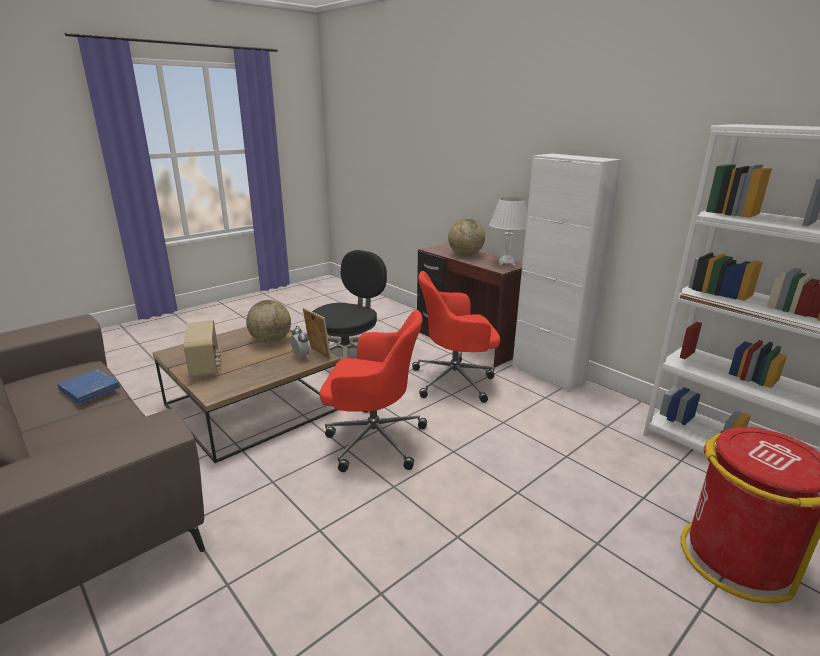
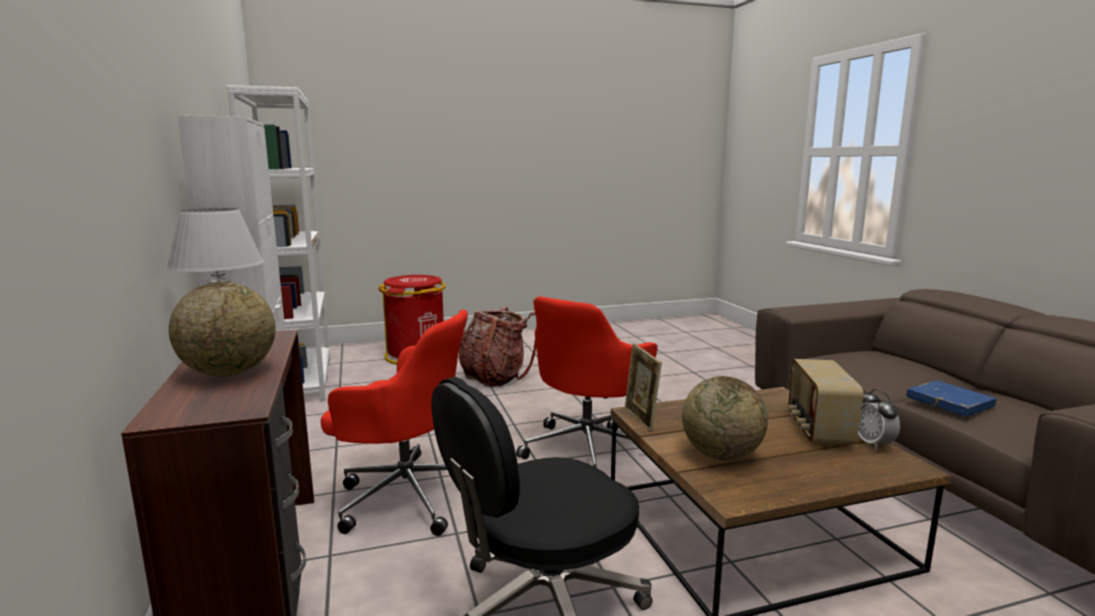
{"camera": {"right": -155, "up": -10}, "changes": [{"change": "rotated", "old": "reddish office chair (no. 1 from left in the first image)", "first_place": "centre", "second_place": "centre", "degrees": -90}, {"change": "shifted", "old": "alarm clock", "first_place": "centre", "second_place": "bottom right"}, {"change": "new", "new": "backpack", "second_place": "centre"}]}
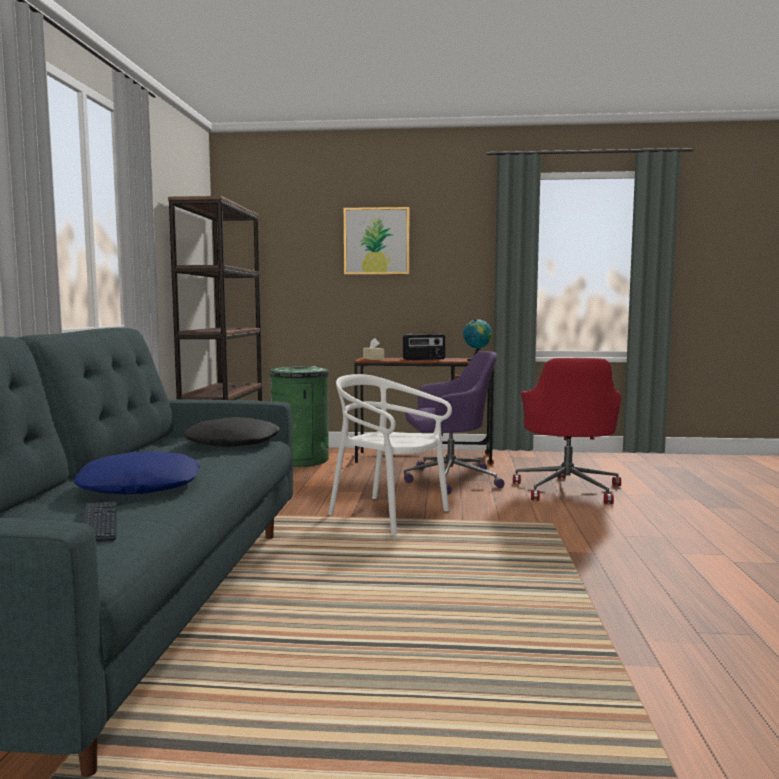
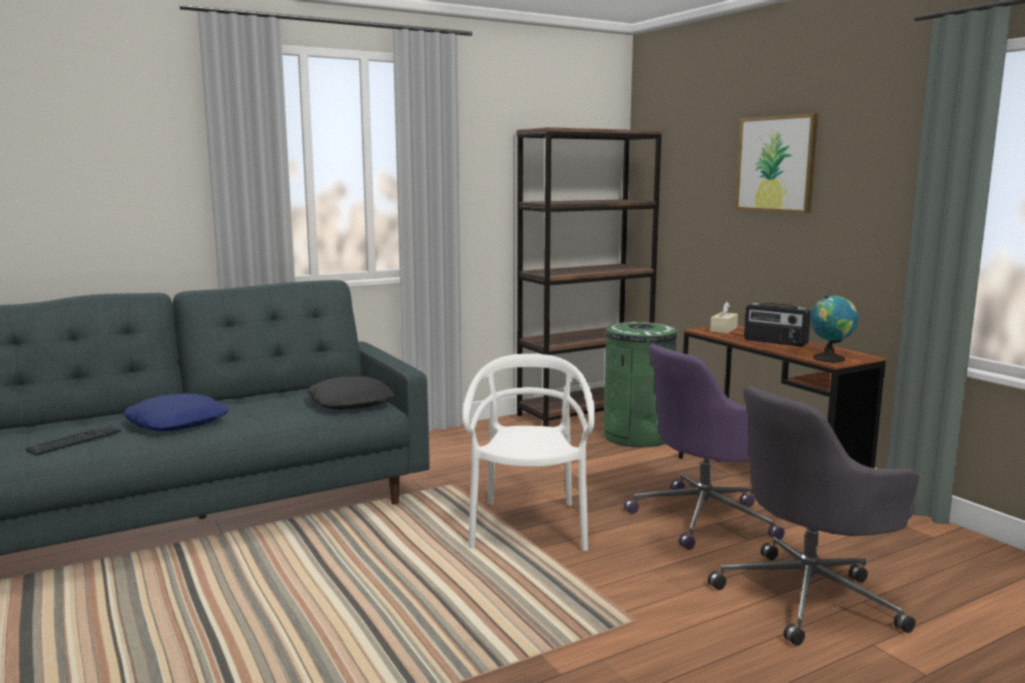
{"camera": {"right": 55, "up": 5}, "changes": [{"change": "rotated", "old": "purple-coloured office chair", "first_place": "centre", "second_place": "middle right", "degrees": 105}, {"change": "repainted", "old": "reddish office chair", "new": "grey office chair", "first_place": "middle right", "second_place": "bottom right"}]}
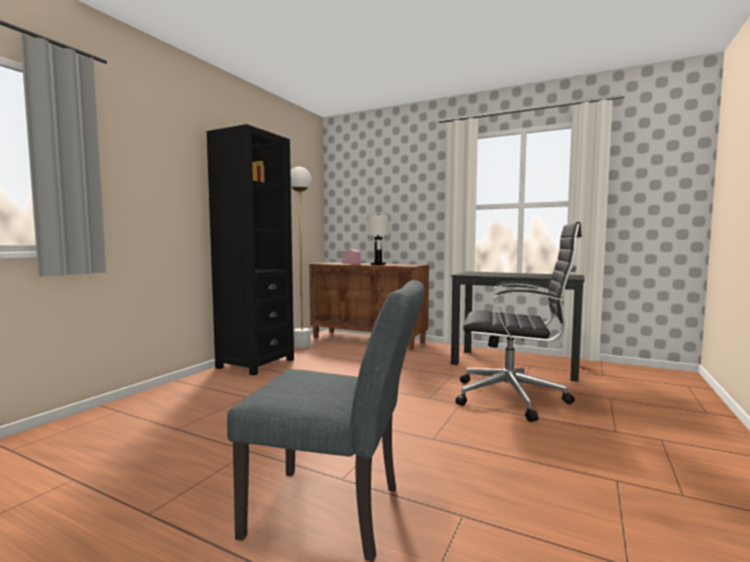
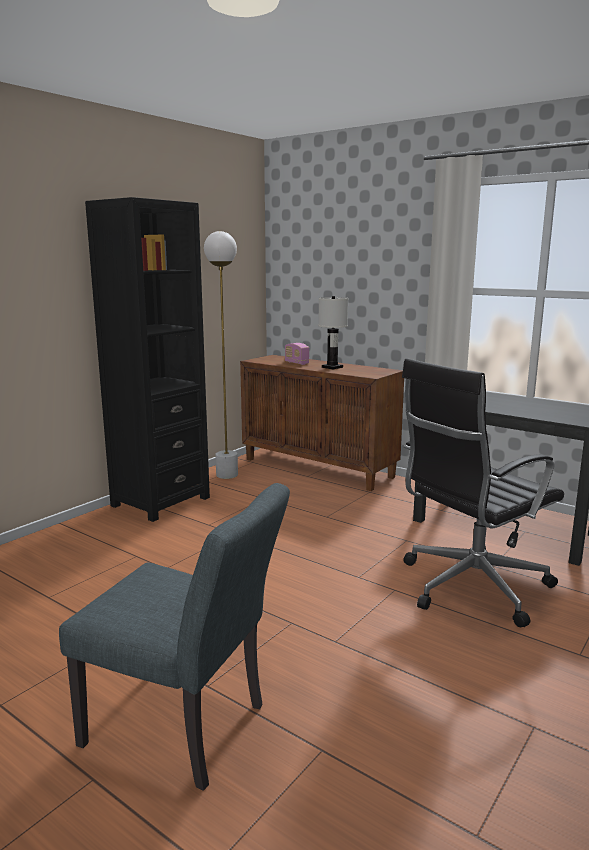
{"camera": {"right": 10, "up": 10}, "changes": [{"change": "rotated", "old": "black office chair", "first_place": "middle right", "second_place": "middle right", "degrees": 120}]}
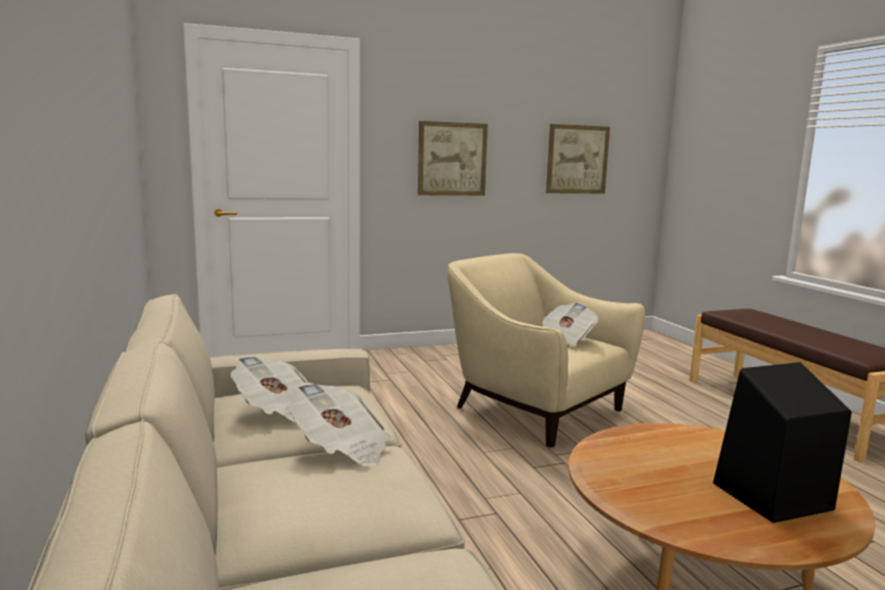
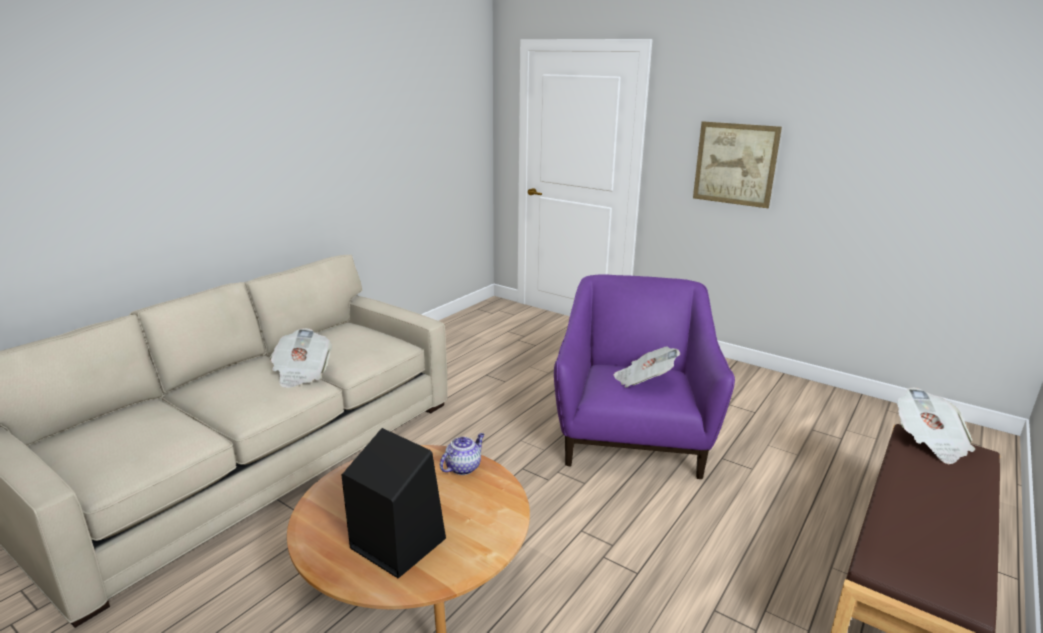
{"camera": {"right": 55, "up": 10}, "changes": [{"change": "gone", "old": "wall picture (no. 2 from left)", "first_place": "top centre"}, {"change": "repainted", "old": "sand-coloured armchair", "new": "purple-coloured armchair", "first_place": "centre", "second_place": "centre"}, {"change": "shifted", "old": "newspaper (no. 1 from left in the first image)", "new": "newspaper (no. 3 from left)", "first_place": "middle left", "second_place": "bottom right"}, {"change": "new", "new": "teapot", "second_place": "bottom centre"}]}
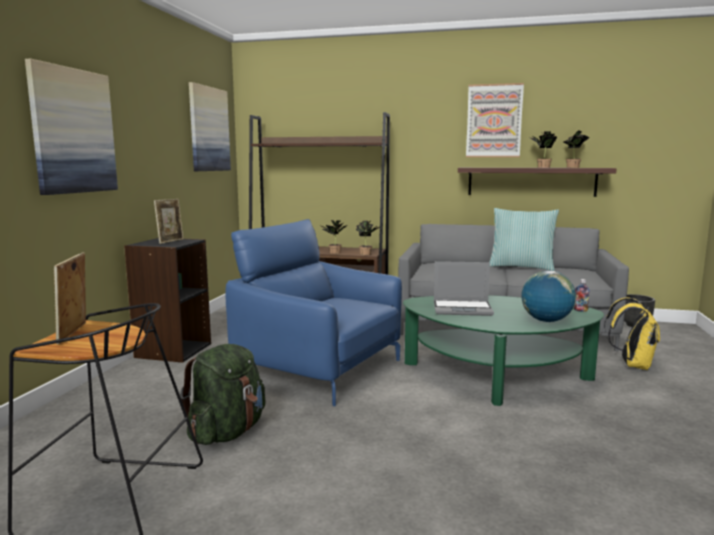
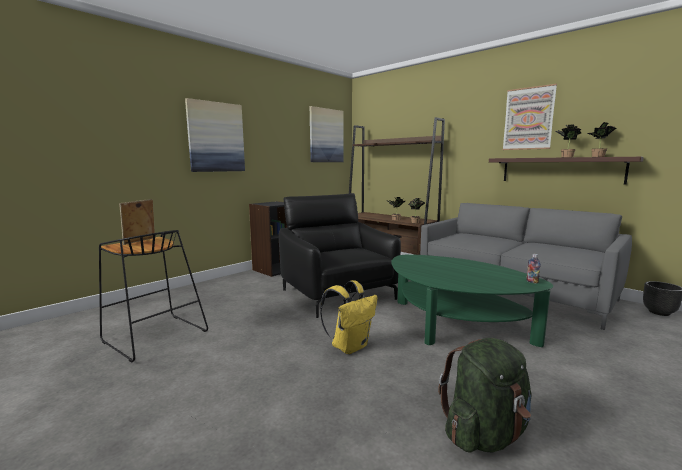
{"camera": {"right": 30, "up": 0}, "changes": [{"change": "gone", "old": "photo frame (no. 2 from left)", "first_place": "middle left"}, {"change": "gone", "old": "cushion", "first_place": "middle right"}, {"change": "repainted", "old": "blue armchair", "new": "black armchair", "first_place": "centre", "second_place": "centre"}, {"change": "gone", "old": "laptop", "first_place": "centre"}, {"change": "gone", "old": "desk globe", "first_place": "middle right"}, {"change": "shifted", "old": "yellow backpack", "first_place": "middle right", "second_place": "bottom centre"}, {"change": "shifted", "old": "green-coloured backpack", "first_place": "bottom left", "second_place": "bottom right"}]}
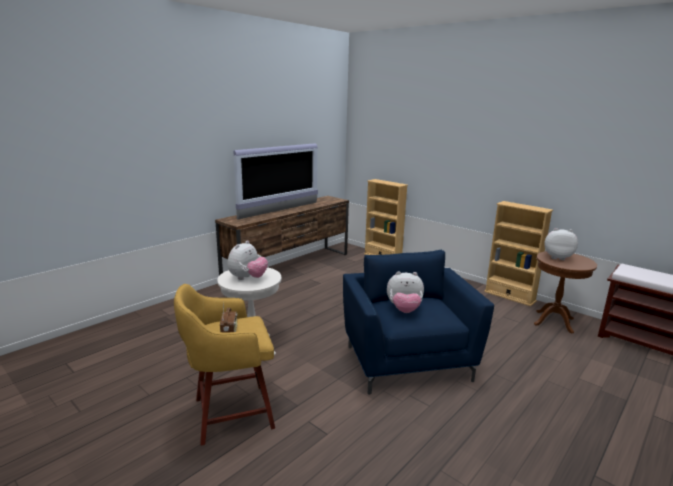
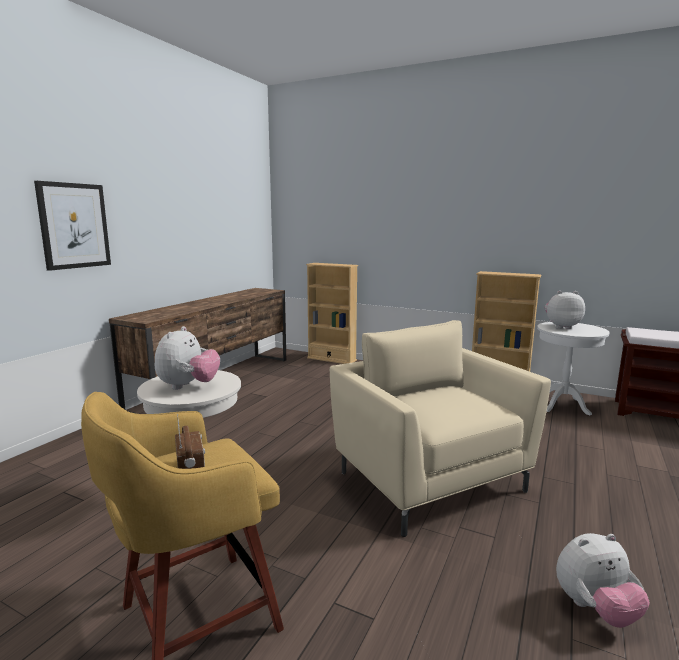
{"camera": {"right": -15, "up": -5}, "changes": [{"change": "gone", "old": "TV", "first_place": "centre"}, {"change": "repainted", "old": "blue armchair", "new": "sand-coloured armchair", "first_place": "centre", "second_place": "centre"}, {"change": "repainted", "old": "brown-coloured accent table", "new": "white accent table (no. 2 from left)", "first_place": "middle right", "second_place": "middle right"}, {"change": "shifted", "old": "soft toy (no. 2 from left in the first image)", "new": "soft toy (no. 3 from left)", "first_place": "centre", "second_place": "bottom right"}, {"change": "new", "new": "wall picture", "second_place": "middle left"}]}
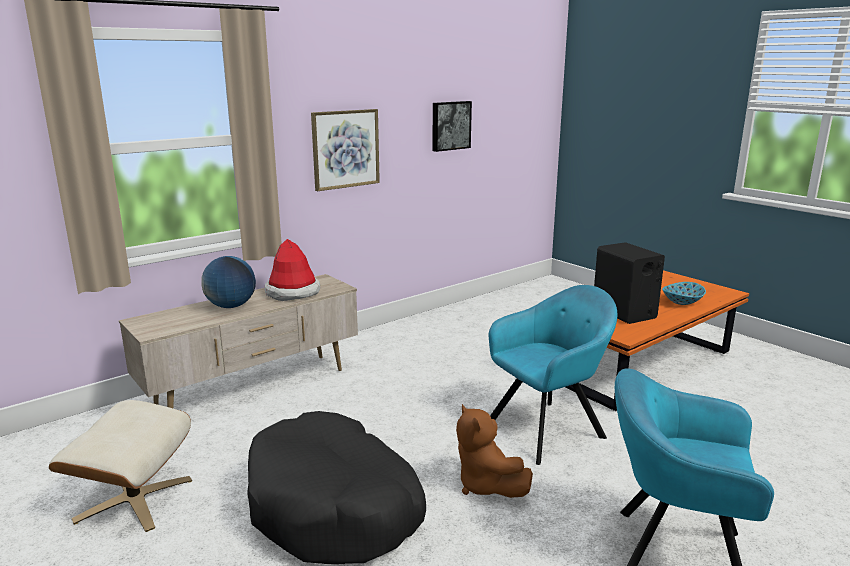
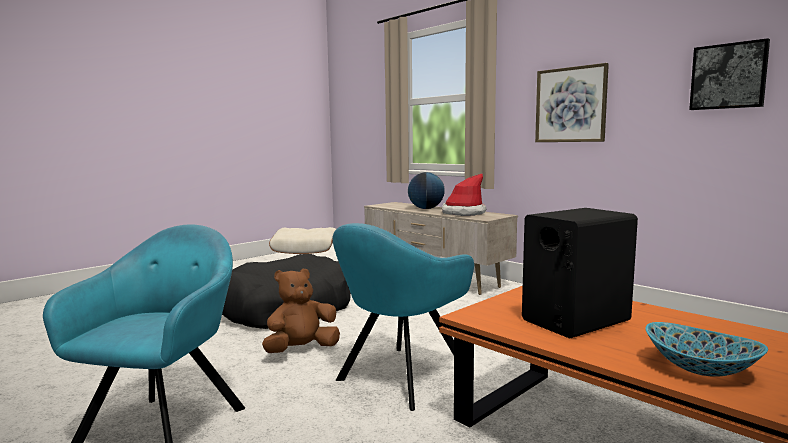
{"camera": {"right": 85, "up": -10}, "changes": [{"change": "rotated", "old": "turquoise armchair (no. 1 from left in the first image)", "first_place": "centre", "second_place": "bottom centre", "degrees": 75}]}
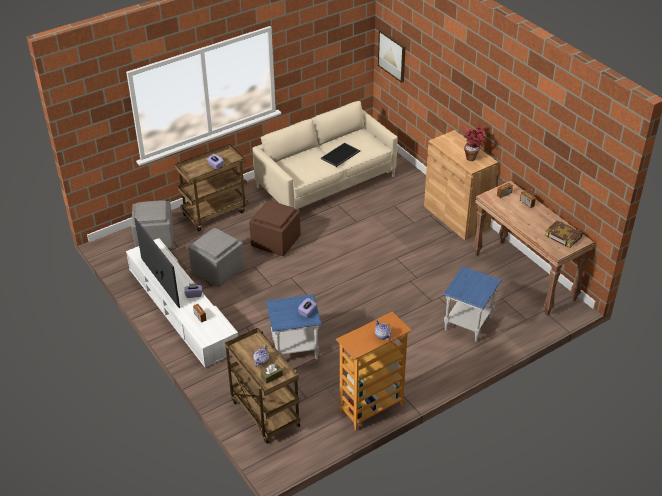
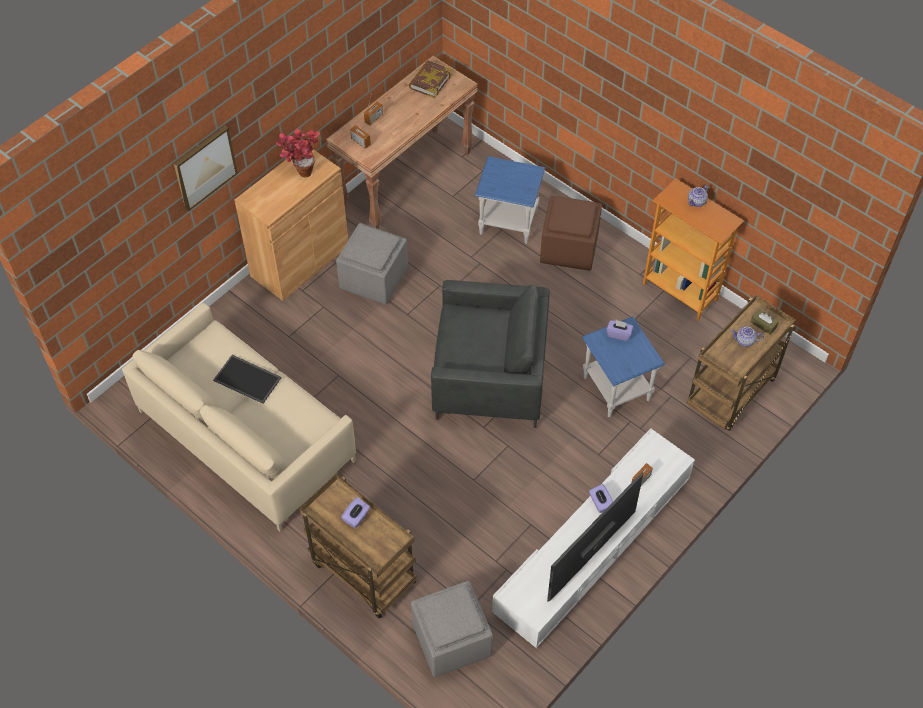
{"camera": {"right": -105, "up": 15}, "changes": [{"change": "shifted", "old": "wall picture", "first_place": "top centre", "second_place": "top left"}, {"change": "shifted", "old": "brown-coloured ottoman", "first_place": "centre", "second_place": "top centre"}, {"change": "shifted", "old": "grey ottoman (no. 2 from left in the first image)", "new": "grey ottoman (no. 1 from left)", "first_place": "middle left", "second_place": "centre"}, {"change": "new", "new": "grey armchair", "second_place": "centre"}]}
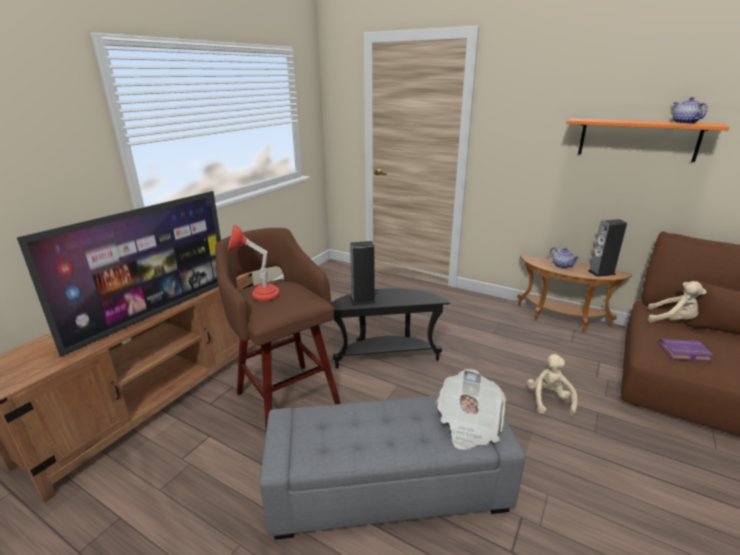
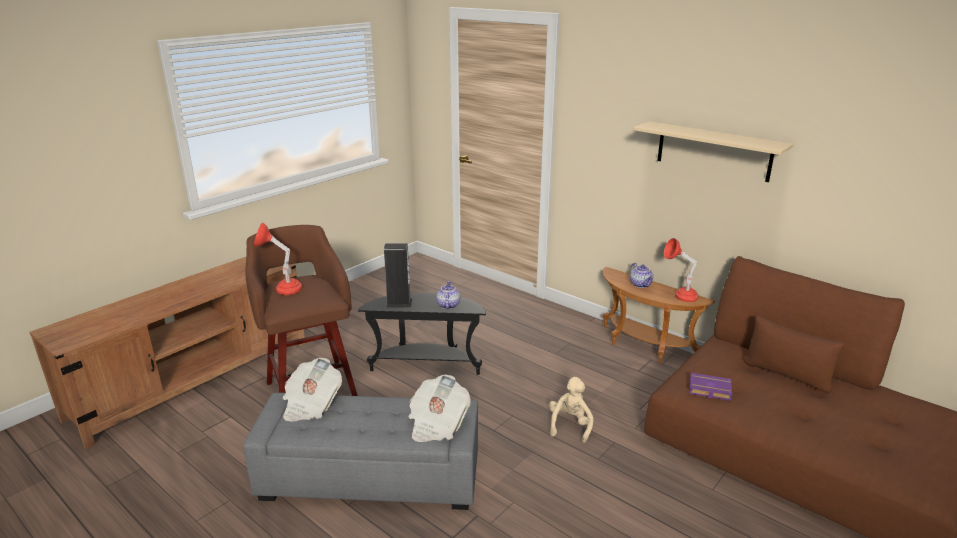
{"camera": {"right": 10, "up": 0}, "changes": [{"change": "shifted", "old": "teapot (no. 2 from left in the first image)", "new": "teapot (no. 1 from left)", "first_place": "top right", "second_place": "centre"}, {"change": "repainted", "old": "orangey bracket shelf", "new": "sand-coloured bracket shelf", "first_place": "top right", "second_place": "top right"}, {"change": "gone", "old": "TV", "first_place": "middle left"}, {"change": "swapped", "old": "speaker (no. 2 from left)", "new": "reddish table lamp (no. 2 from left)", "first_place": "middle right", "second_place": "middle right"}, {"change": "gone", "old": "sand-coloured soft toy (no. 2 from left)", "first_place": "middle right"}, {"change": "new", "new": "newspaper (no. 1 from left)", "second_place": "bottom left"}]}
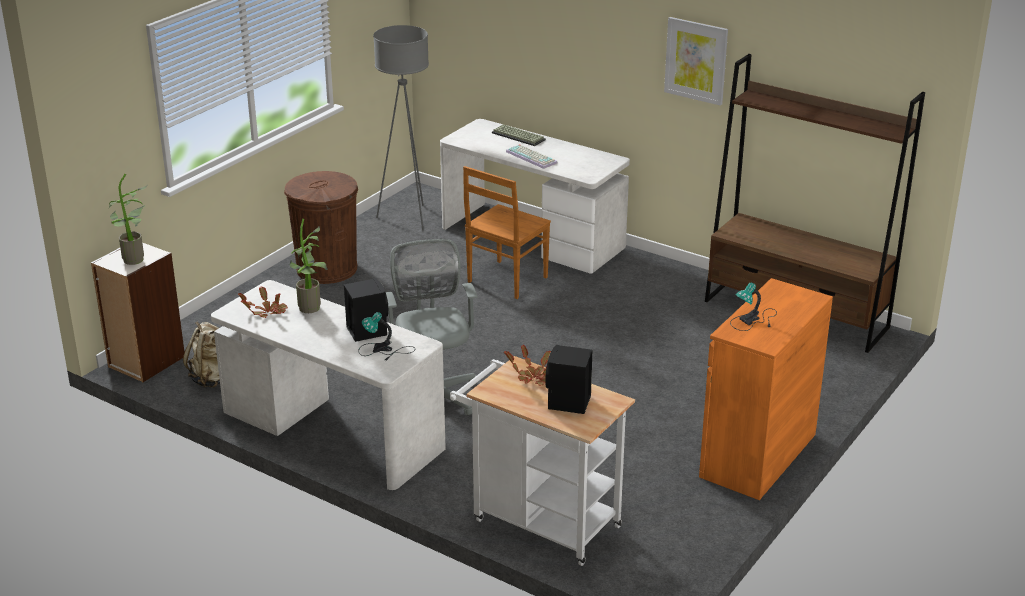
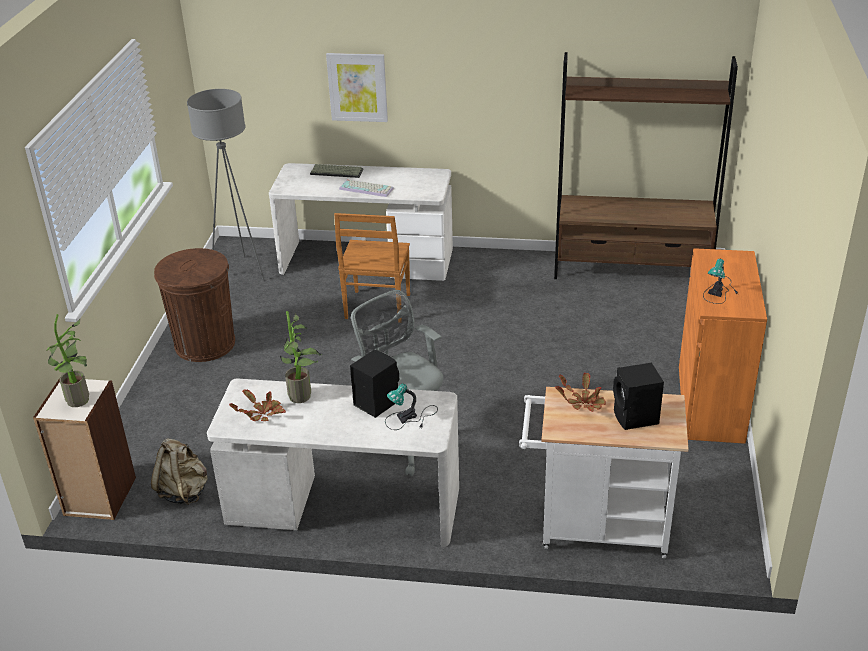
{"camera": {"right": -25, "up": 5}, "changes": [{"change": "shifted", "old": "wall picture", "first_place": "top right", "second_place": "top centre"}]}
